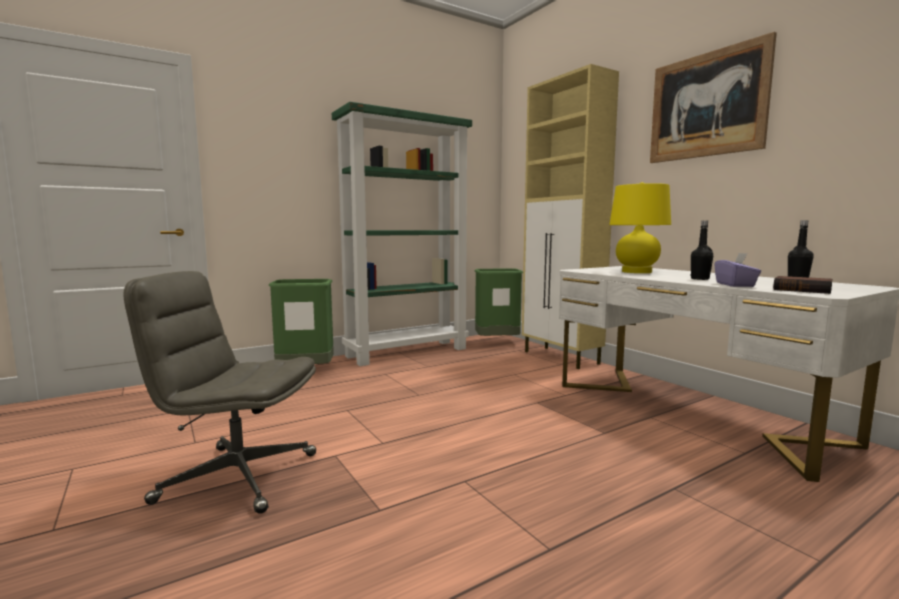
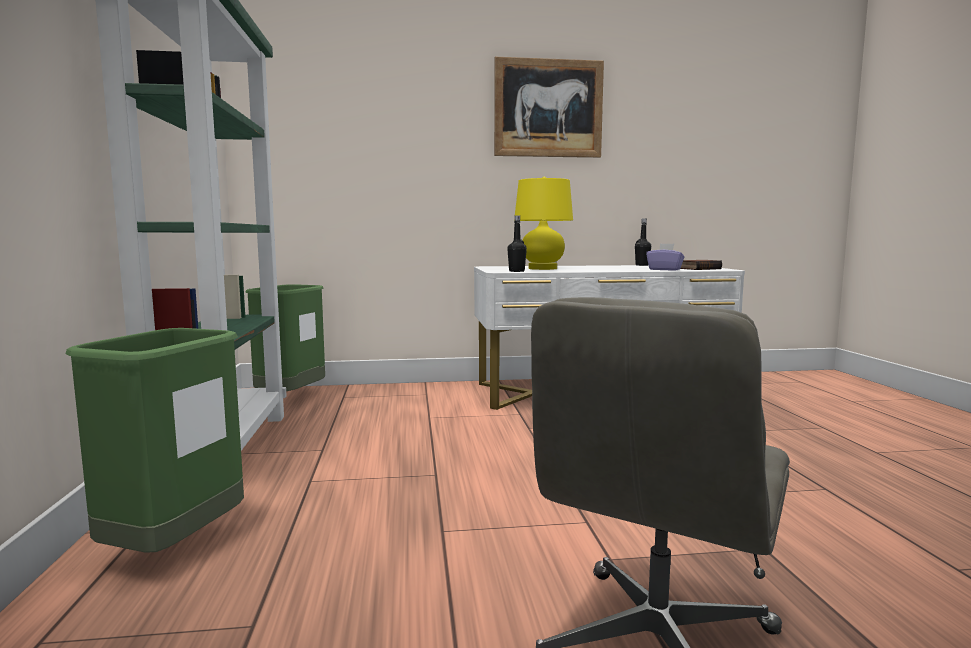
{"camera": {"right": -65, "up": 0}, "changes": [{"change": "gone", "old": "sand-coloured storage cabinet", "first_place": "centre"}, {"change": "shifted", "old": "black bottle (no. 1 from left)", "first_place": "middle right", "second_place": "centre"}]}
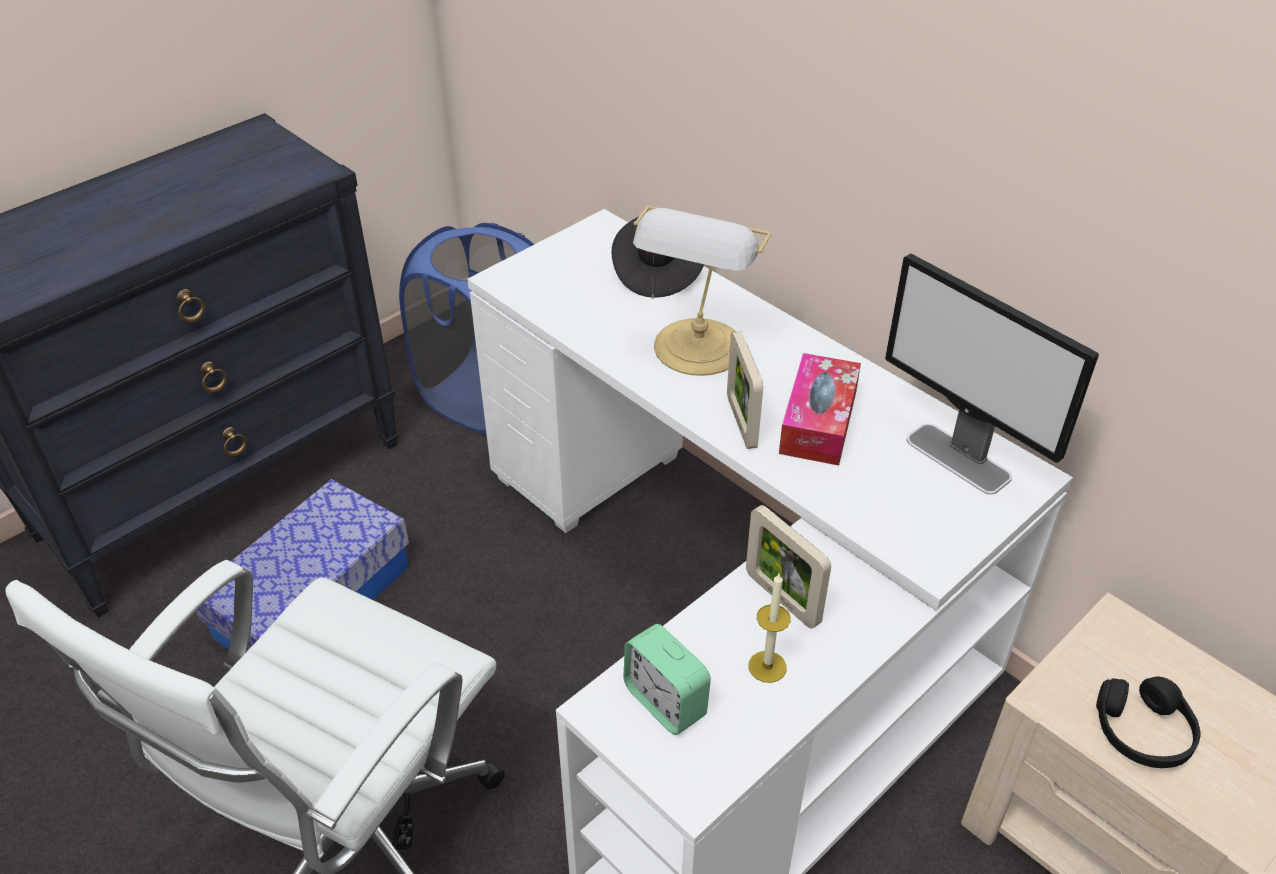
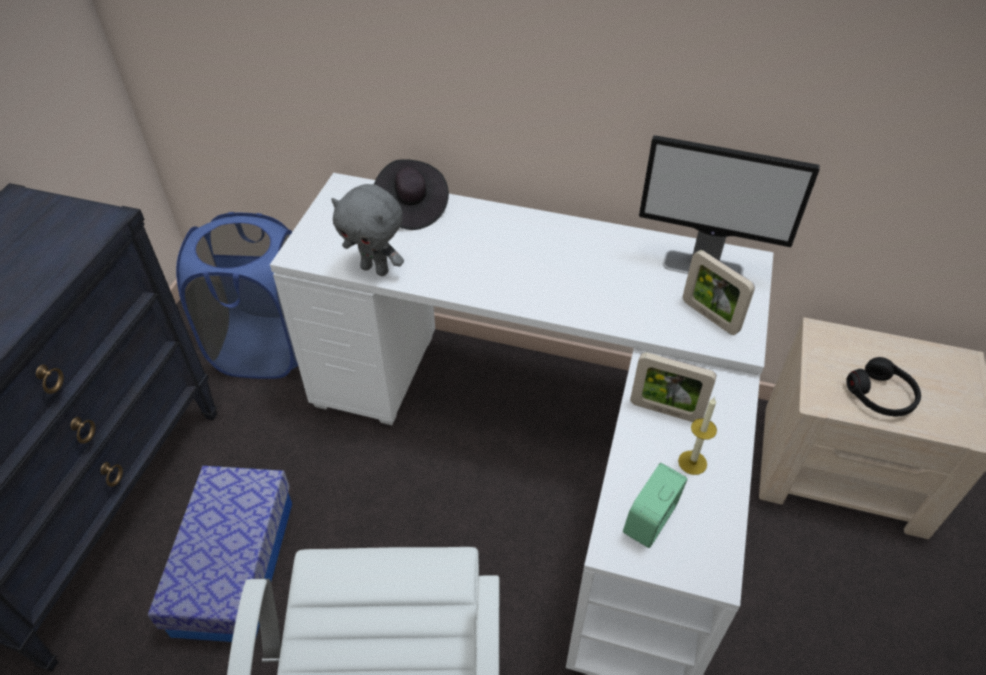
{"camera": {"right": -30, "up": 5}, "changes": [{"change": "gone", "old": "table lamp", "first_place": "top centre"}, {"change": "shifted", "old": "photo frame (no. 1 from left in the first image)", "new": "photo frame (no. 2 from left)", "first_place": "centre", "second_place": "middle right"}, {"change": "gone", "old": "tissue box", "first_place": "centre"}, {"change": "rotated", "old": "alarm clock", "first_place": "bottom centre", "second_place": "bottom centre", "degrees": 105}, {"change": "new", "new": "grey soft toy", "second_place": "centre"}]}
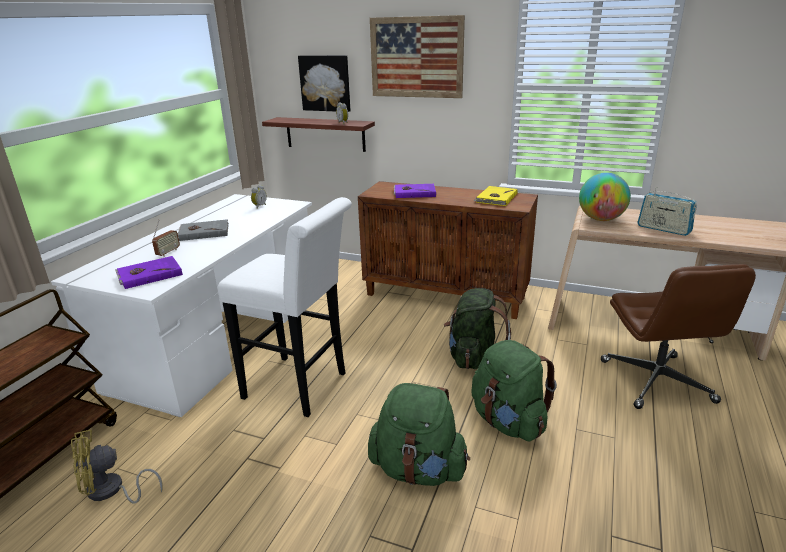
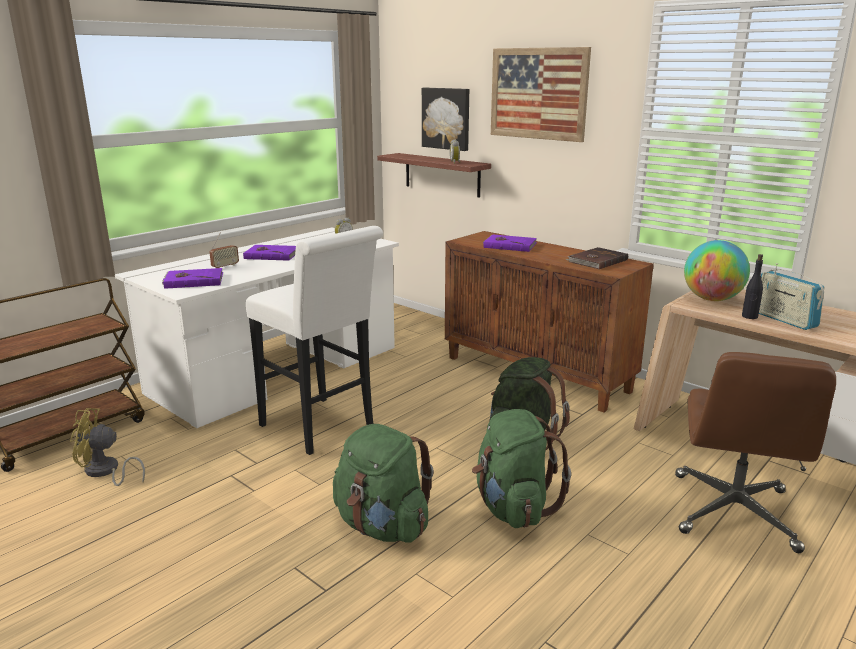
{"camera": {"right": 20, "up": -5}, "changes": [{"change": "repainted", "old": "yellow book", "new": "brown-coloured book", "first_place": "centre", "second_place": "middle right"}, {"change": "repainted", "old": "grey book", "new": "purple-coloured book (no. 2 from left)", "first_place": "middle left", "second_place": "middle left"}, {"change": "new", "new": "black bottle", "second_place": "middle right"}]}
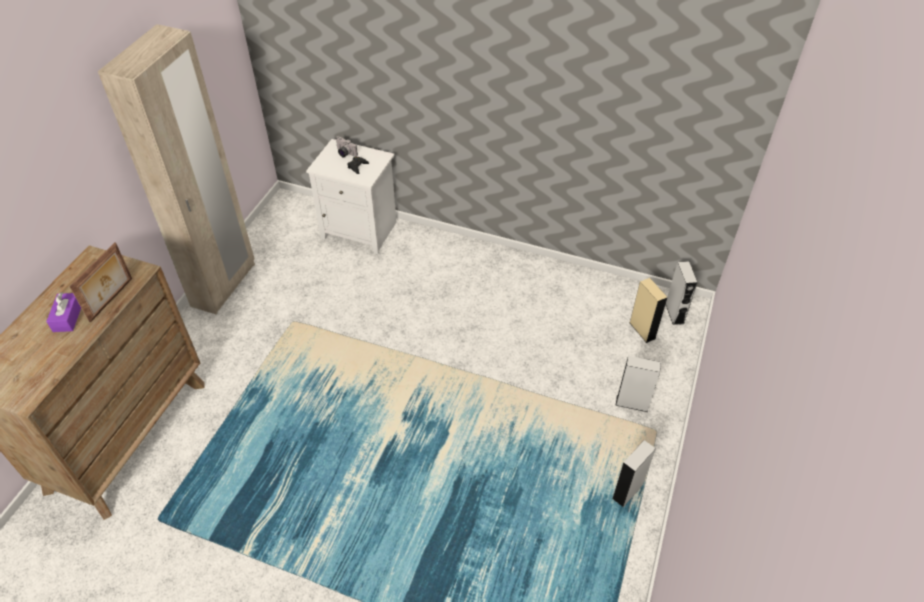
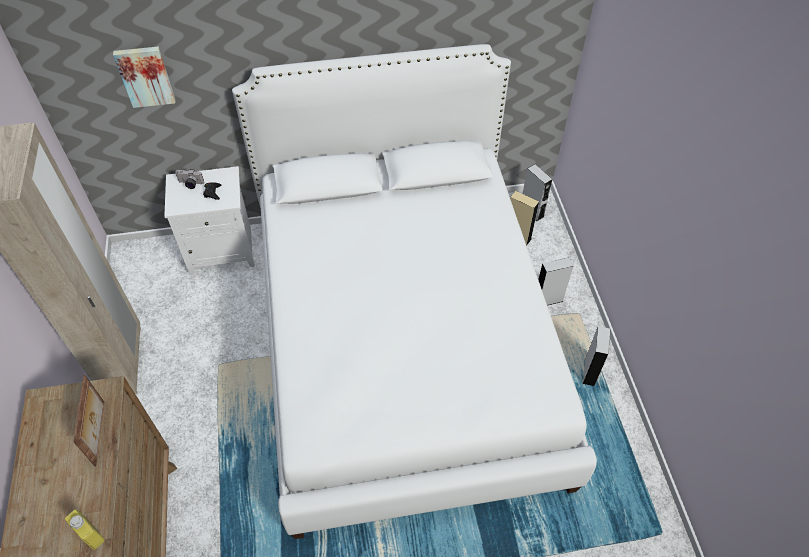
{"camera": {"right": -30, "up": 5}, "changes": [{"change": "gone", "old": "purple-coloured tissue box", "first_place": "middle left"}, {"change": "new", "new": "white sleeping bed", "second_place": "centre"}, {"change": "new", "new": "wall picture", "second_place": "top left"}, {"change": "new", "new": "yellow bottle", "second_place": "bottom left"}]}
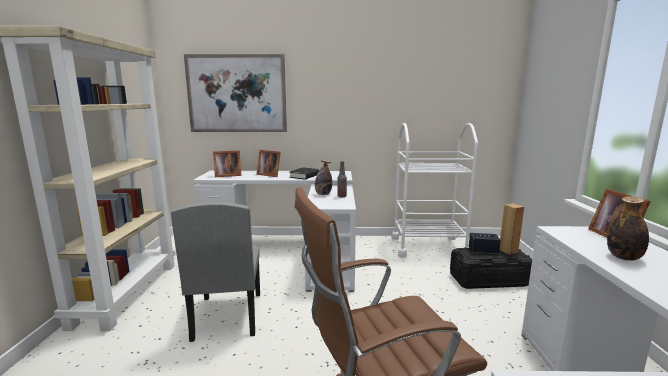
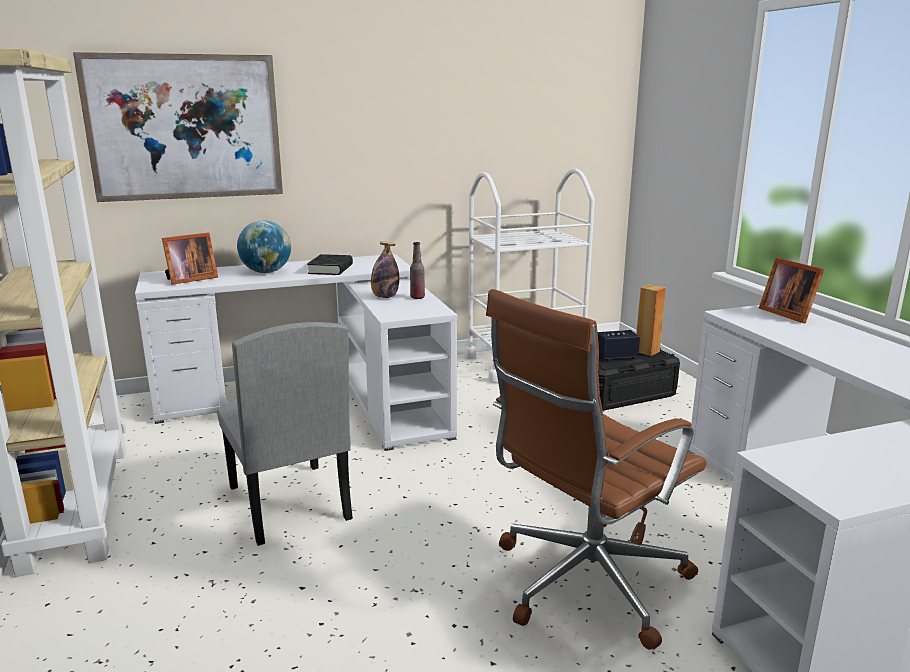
{"camera": {"right": -20, "up": 5}, "changes": [{"change": "swapped", "old": "photo frame (no. 2 from left)", "new": "desk globe", "first_place": "centre", "second_place": "middle left"}, {"change": "gone", "old": "bottle (no. 3 from left)", "first_place": "middle right"}]}
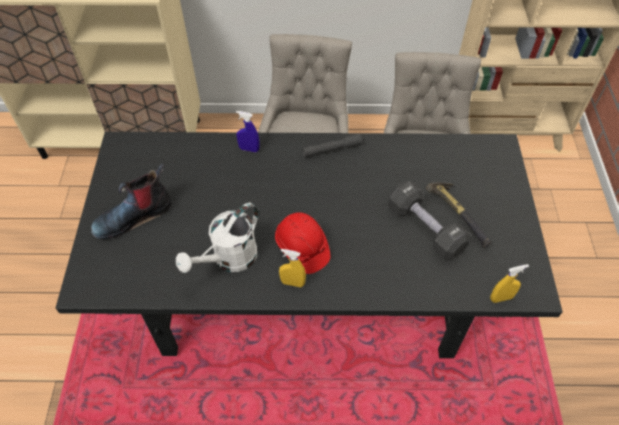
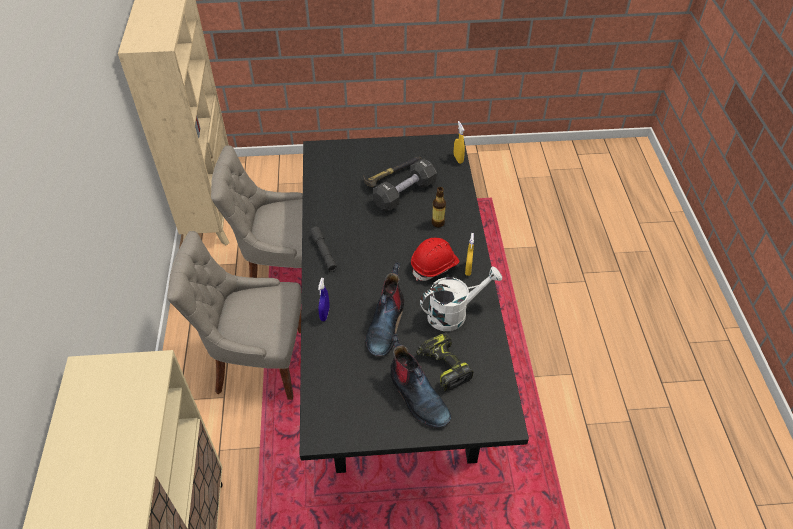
{"camera": {"right": -95, "up": -5}, "changes": [{"change": "rotated", "old": "white watering can", "first_place": "centre", "second_place": "centre", "degrees": -60}, {"change": "new", "new": "bottle", "second_place": "centre"}, {"change": "new", "new": "boot (no. 1 from left)", "second_place": "centre"}, {"change": "new", "new": "electric drill", "second_place": "bottom centre"}]}
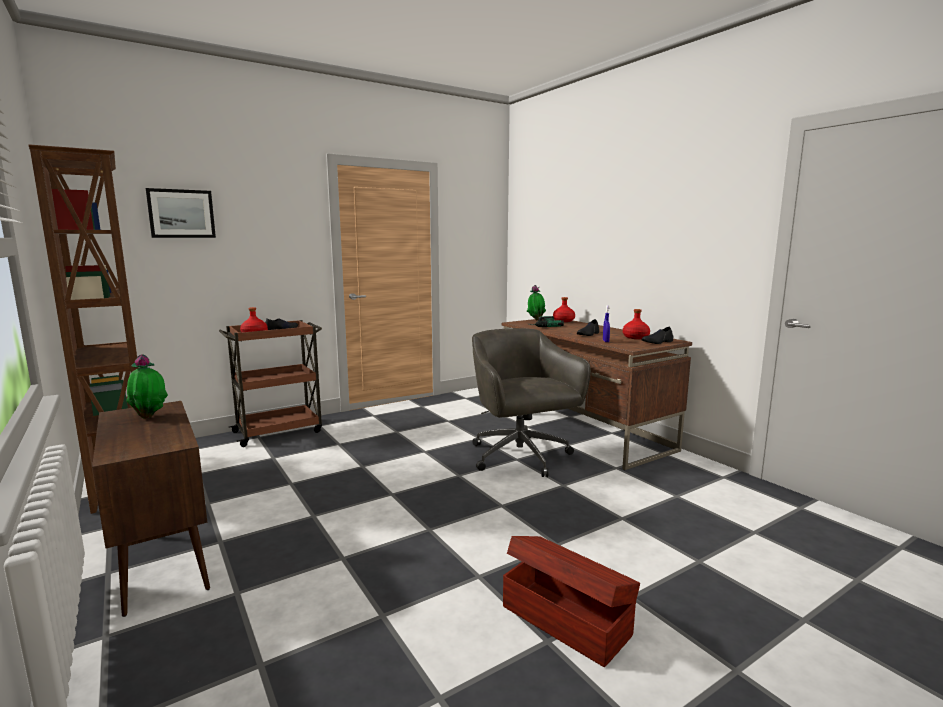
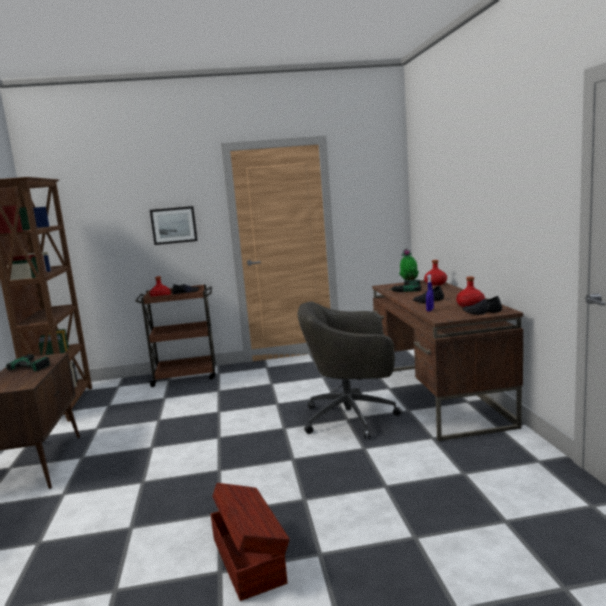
{"camera": {"right": 25, "up": 0}, "changes": [{"change": "shifted", "old": "wall picture", "first_place": "top left", "second_place": "middle left"}, {"change": "rotated", "old": "grey office chair", "first_place": "centre", "second_place": "centre", "degrees": -90}, {"change": "swapped", "old": "plant in a pot (no. 1 from left)", "new": "electric drill (no. 1 from left)", "first_place": "middle left", "second_place": "middle left"}]}
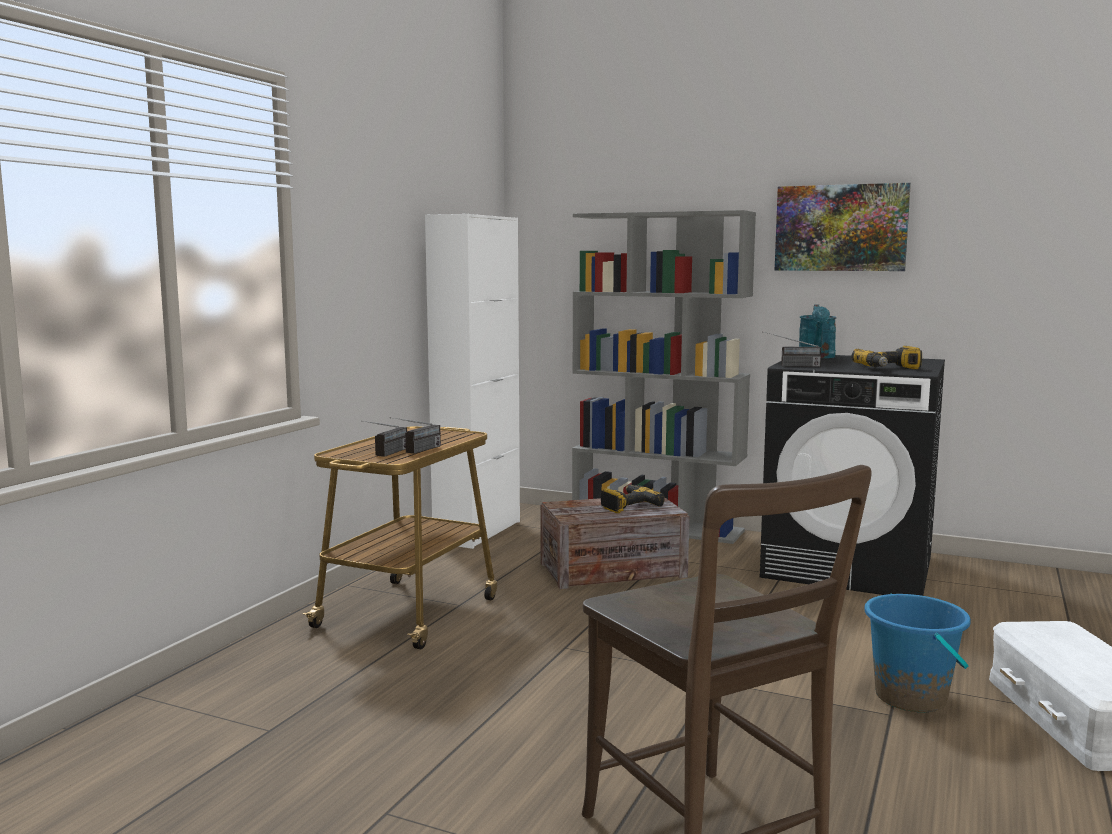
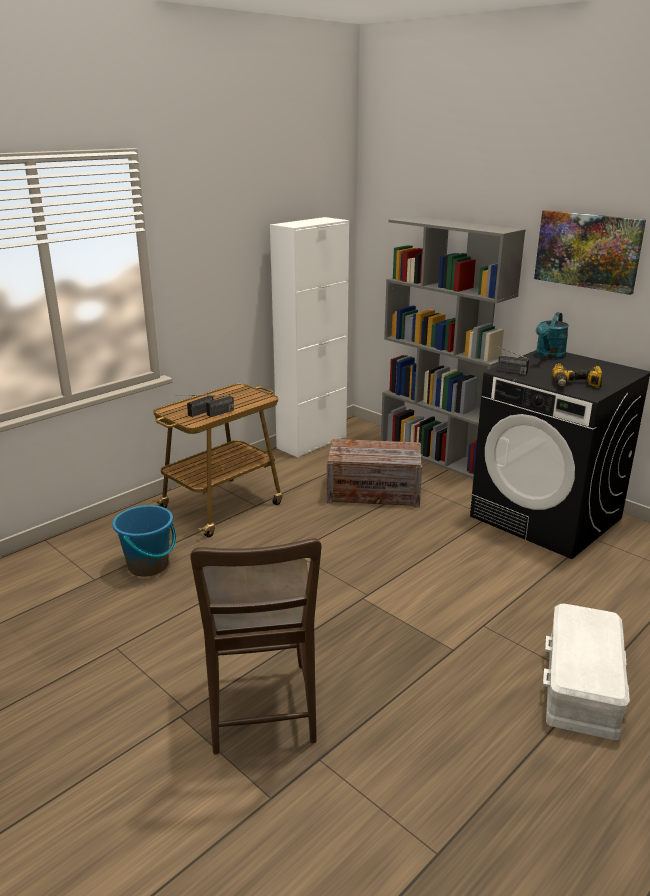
{"camera": {"right": 20, "up": 15}, "changes": [{"change": "gone", "old": "electric drill (no. 1 from left)", "first_place": "centre"}, {"change": "shifted", "old": "blue water bucket", "first_place": "bottom right", "second_place": "middle left"}]}
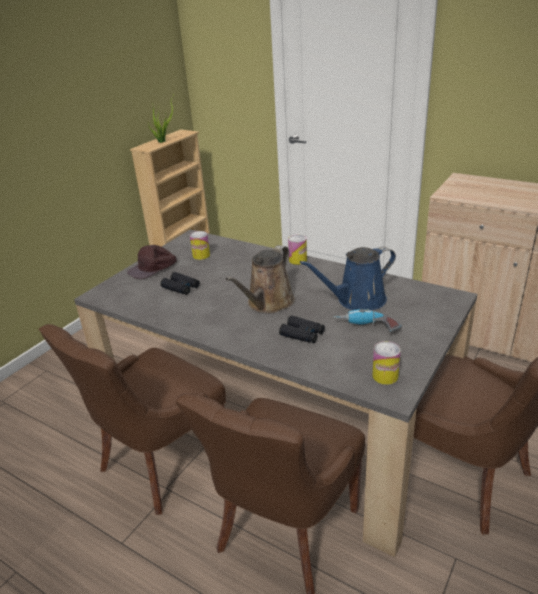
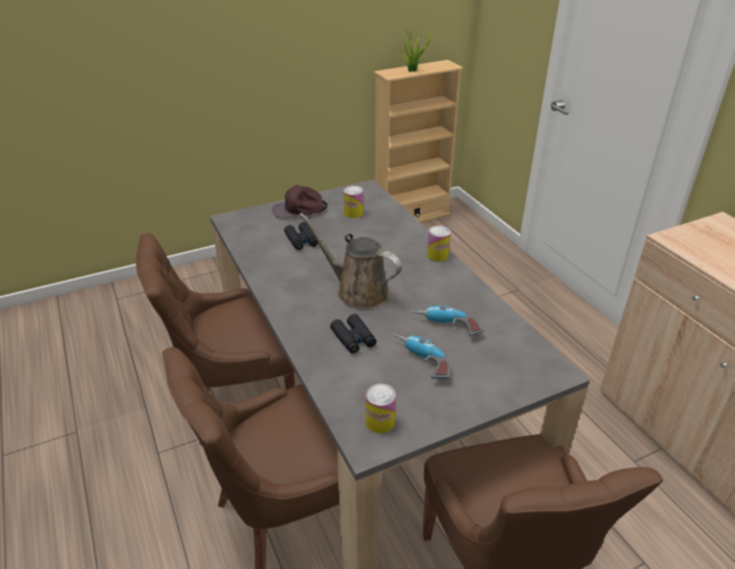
{"camera": {"right": 30, "up": 5}, "changes": [{"change": "rotated", "old": "brown-coloured watering can", "first_place": "centre", "second_place": "centre", "degrees": 60}, {"change": "swapped", "old": "blue watering can", "new": "electric drill (no. 2 from left)", "first_place": "centre", "second_place": "centre"}]}
